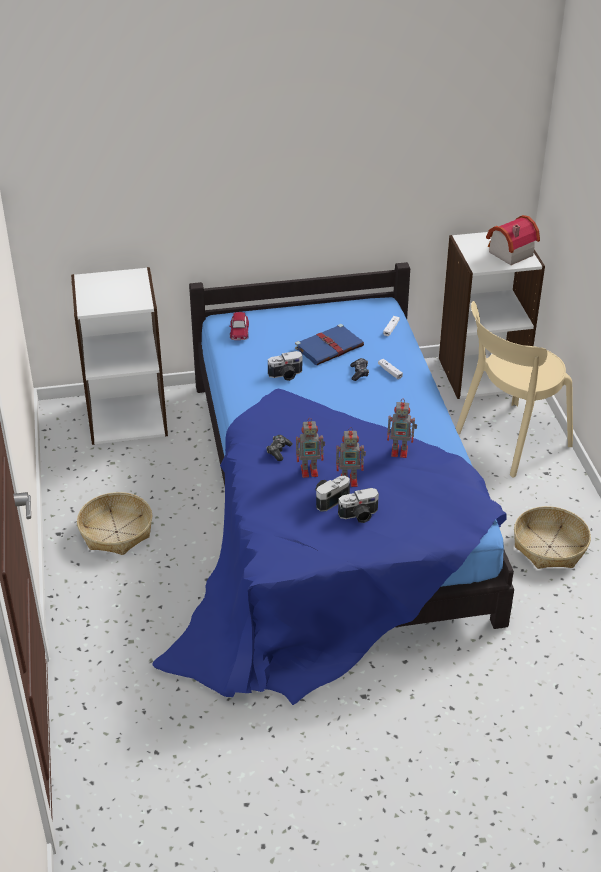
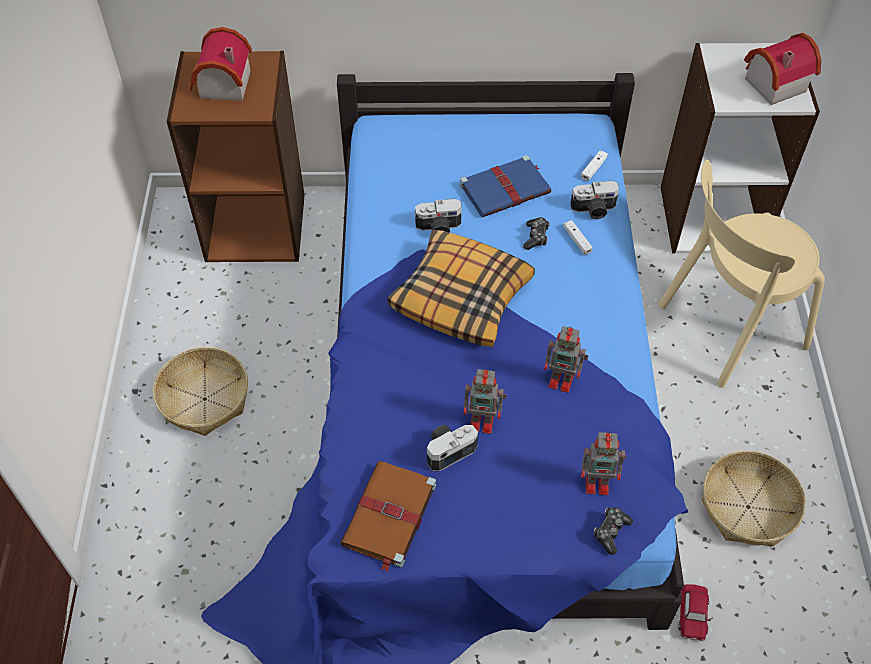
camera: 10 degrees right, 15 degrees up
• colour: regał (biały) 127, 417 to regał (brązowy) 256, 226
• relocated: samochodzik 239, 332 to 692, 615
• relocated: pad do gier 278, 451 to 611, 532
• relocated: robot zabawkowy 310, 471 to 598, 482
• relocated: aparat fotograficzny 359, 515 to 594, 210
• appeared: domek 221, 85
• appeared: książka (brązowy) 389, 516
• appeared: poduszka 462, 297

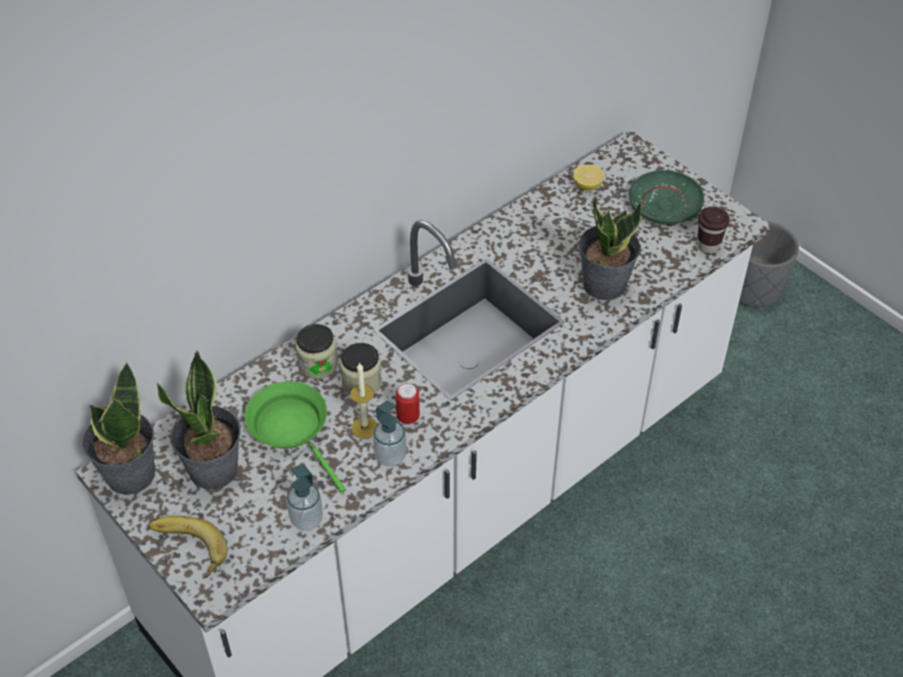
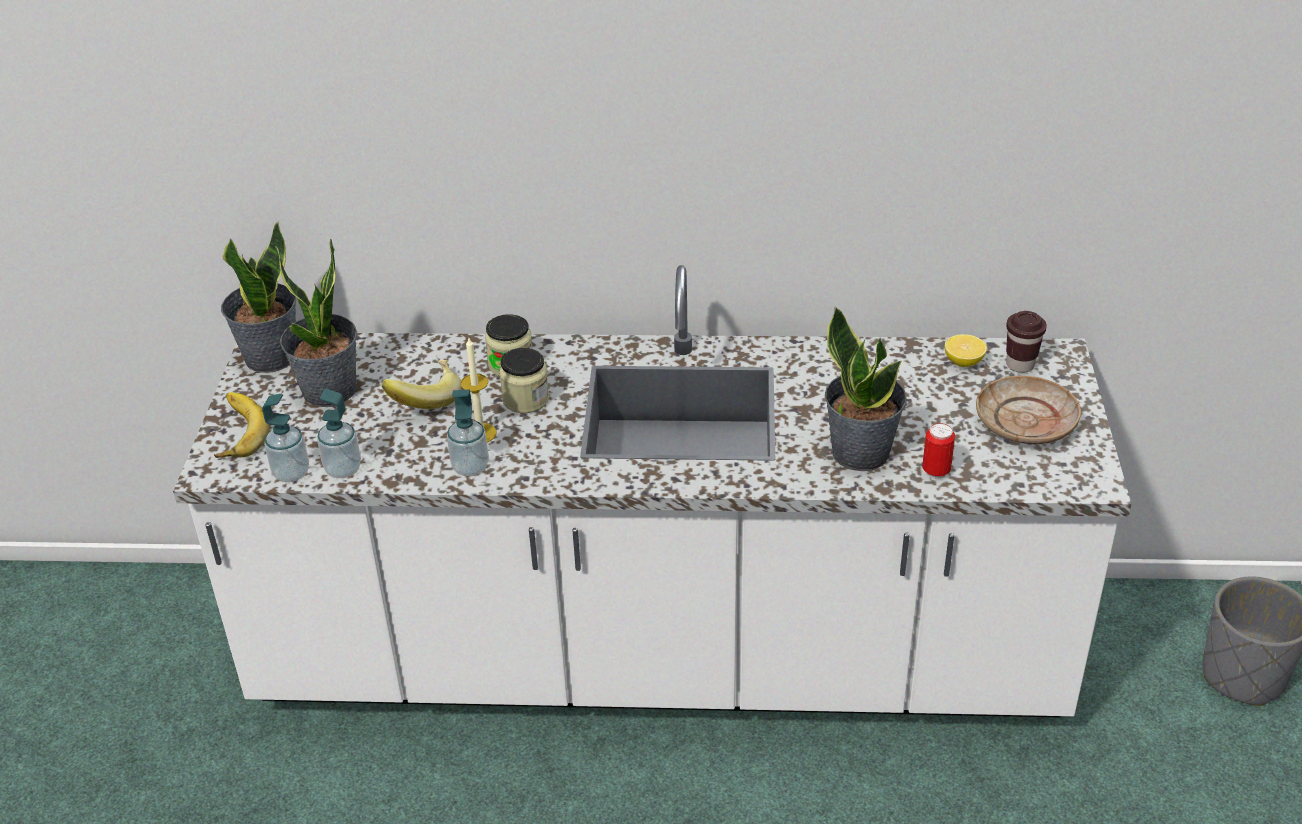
camera: 45 degrees right, 10 degrees down
• exchanged: patelnia (zielony) 292, 429 to banan 424, 399
• relocated: puszka 408, 417 to 936, 471
• colour: talerz (zielony) 665, 206 to talerz (beżowy) 1026, 422
• relocated: filiżanka (brązowy) 708, 246 to 1020, 365
• appeared: dozownik mydła 291, 473

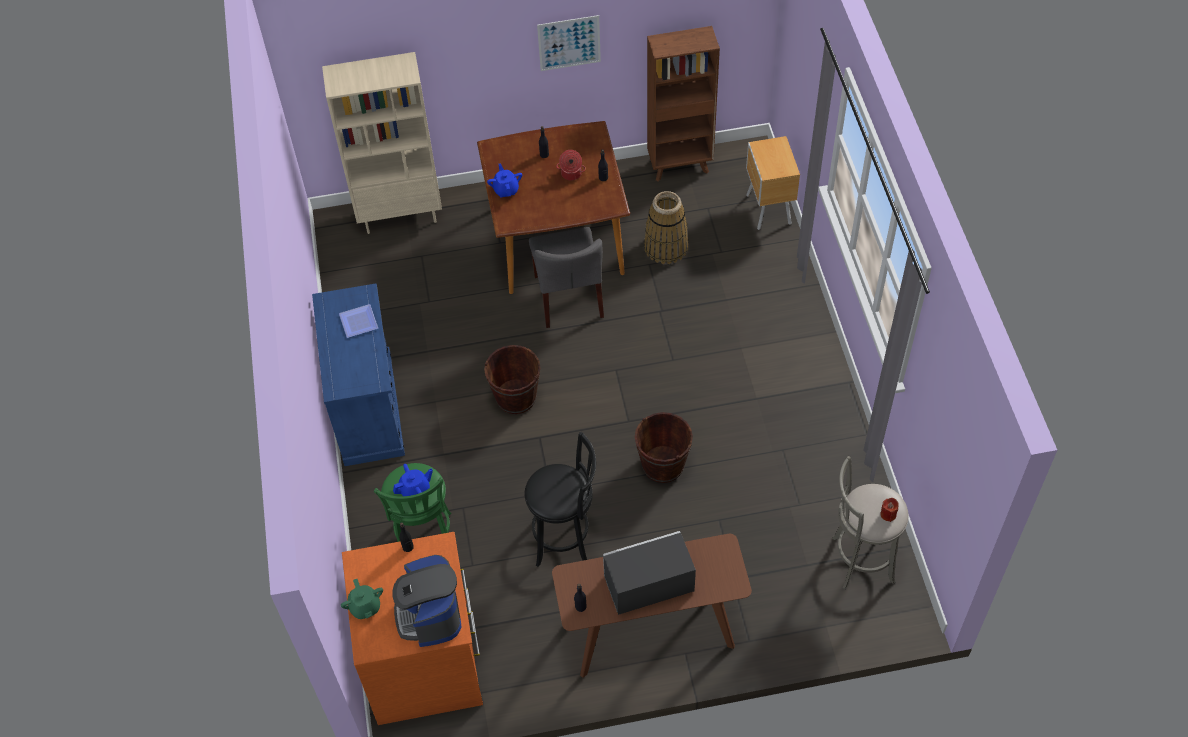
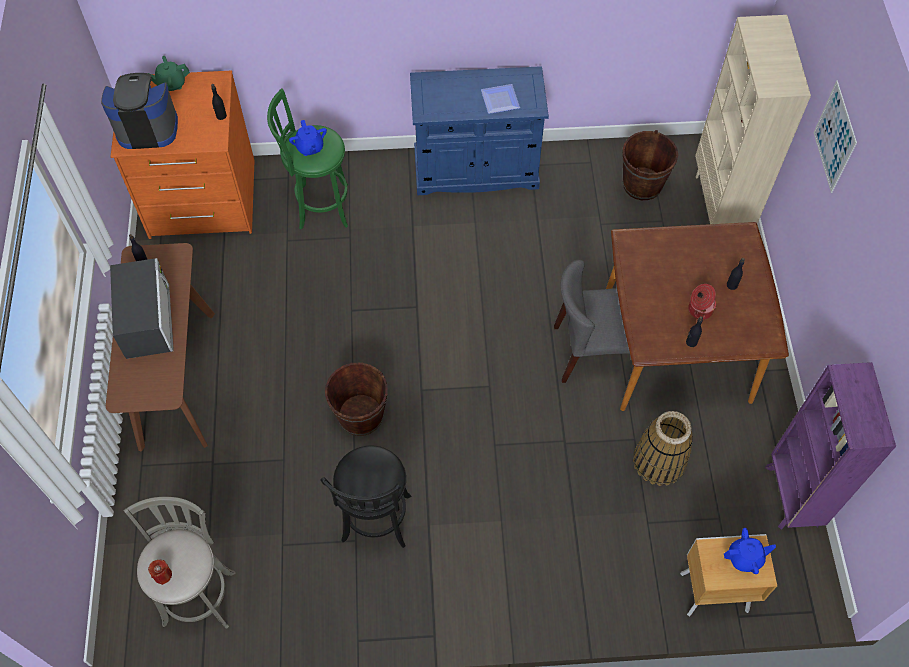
camera: 95 degrees right, 5 degrees up
• relocated: wiadro (brązowy) 516, 397 to 642, 184
• relocated: imbryk (niebieski) 506, 189 to 745, 558
• relocated: stołek (czarny) 565, 539 to 376, 522
• relocated: obraz 569, 43 to 834, 137
• colour: regał (brązowy) 680, 165 to regał (fioletowy) 792, 497

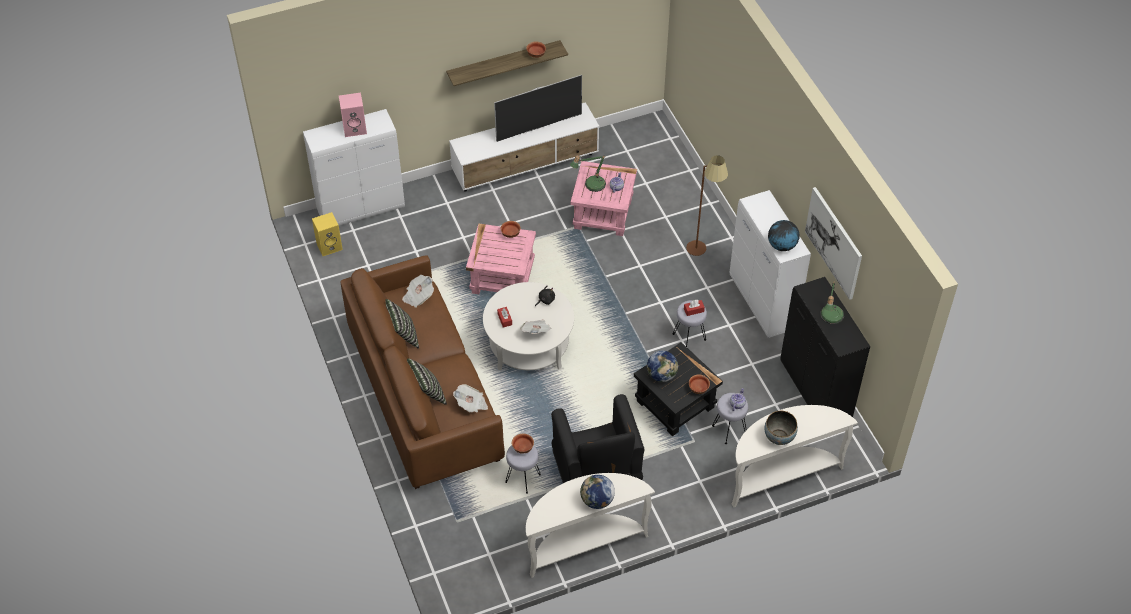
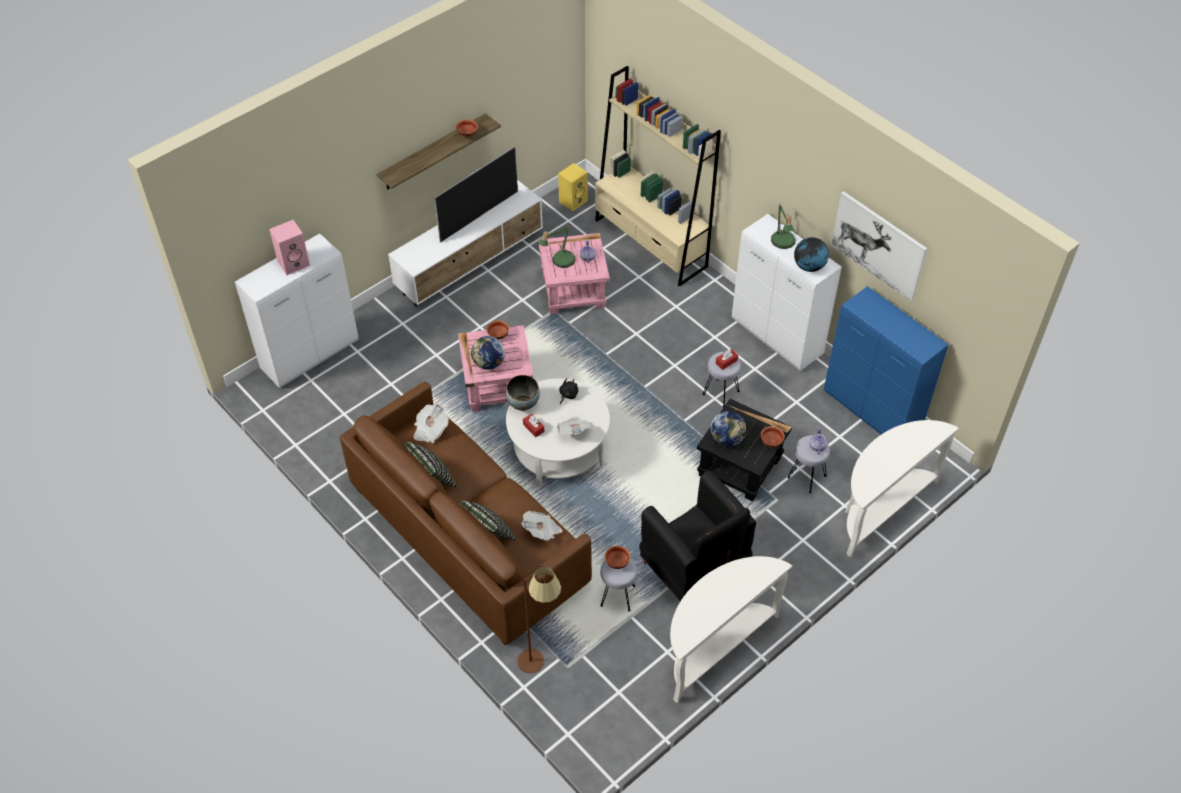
camera: 20 degrees left, 0 degrees up
• relocated: głośnik (żółty) 330, 246 to 573, 200
• relocated: globus 597, 501 to 488, 363
• relocated: lampa stojąca (brązowy) 702, 253 to 541, 666
• relocated: miska 779, 437 to 523, 404
• colour: szafka (czarny) 815, 391 to szafka (niebieski) 872, 411
• relocated: lampa stołowa 830, 318 to 782, 243
• appeared: regał (beżowy) 651, 243

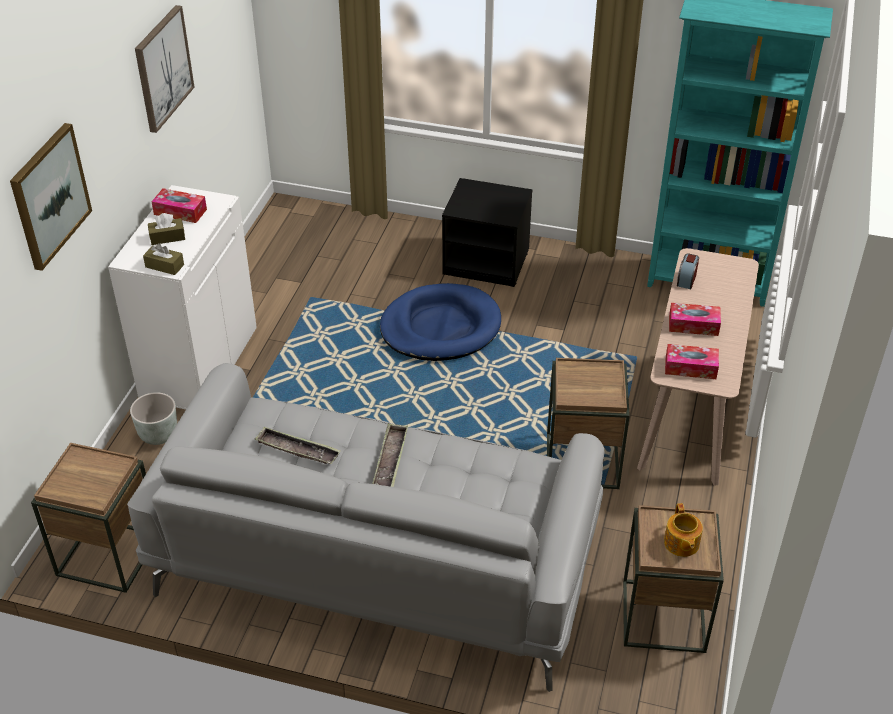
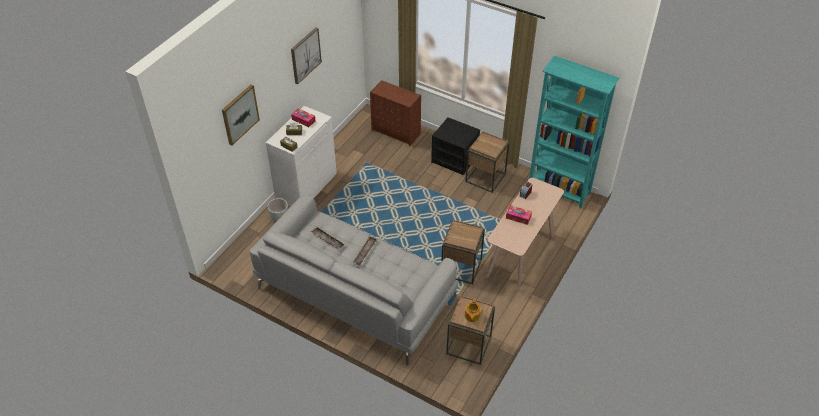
camera: 15 degrees right, 5 degrees up
• relocated: stolik (brązowy) 108, 554 to 485, 178
• missing: legowisko (niebieski) 440, 327
• missing: pudełko chusteczek 690, 367
• appeared: komoda (brązowy) 396, 132

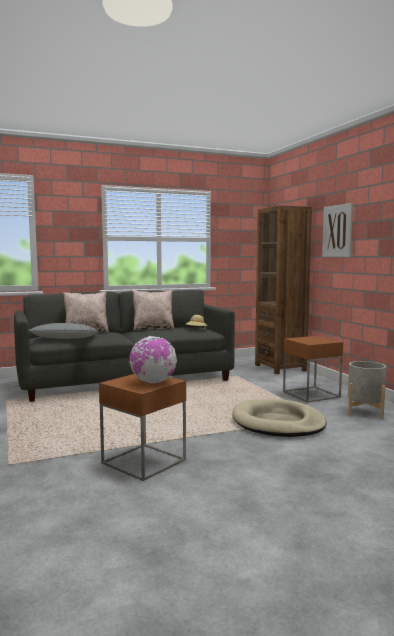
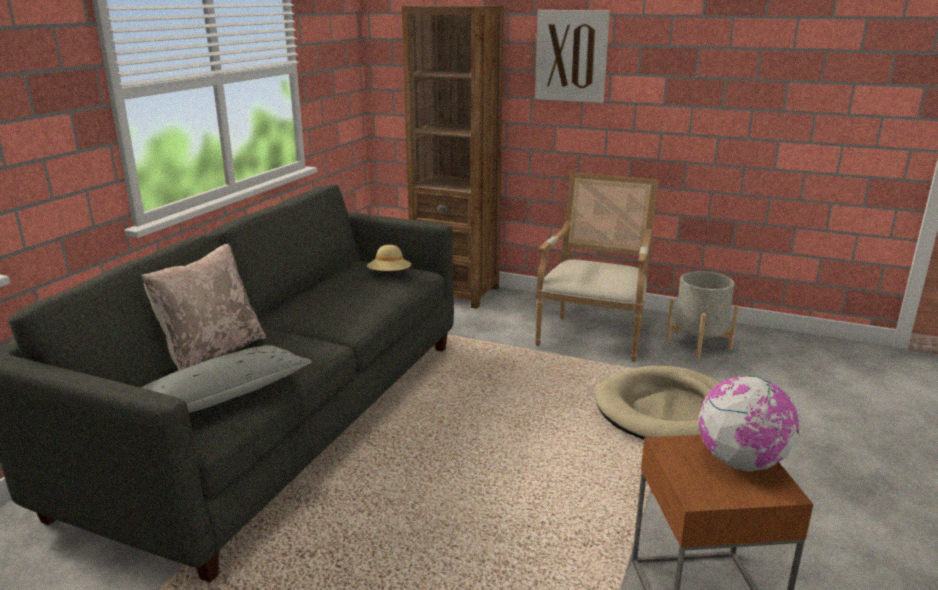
camera: 45 degrees left, 15 degrees up
• missing: poduszka (beżowy) 153, 329
• exchanged: stolik (brązowy) 311, 394 to fotel 593, 335

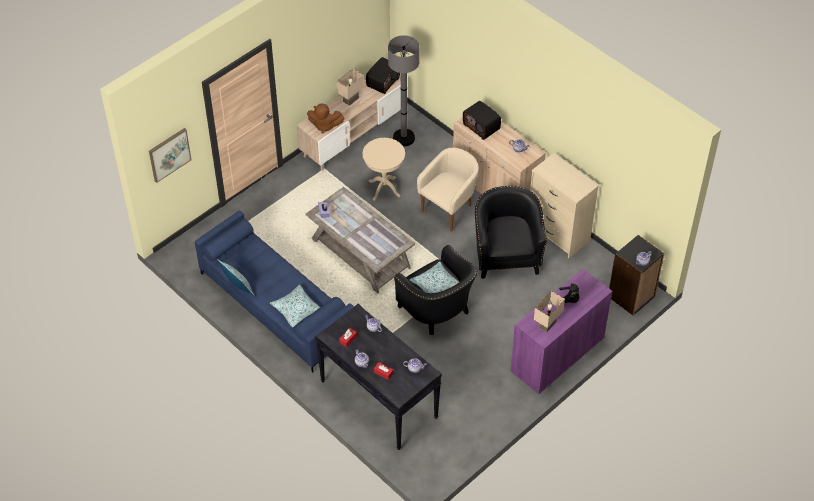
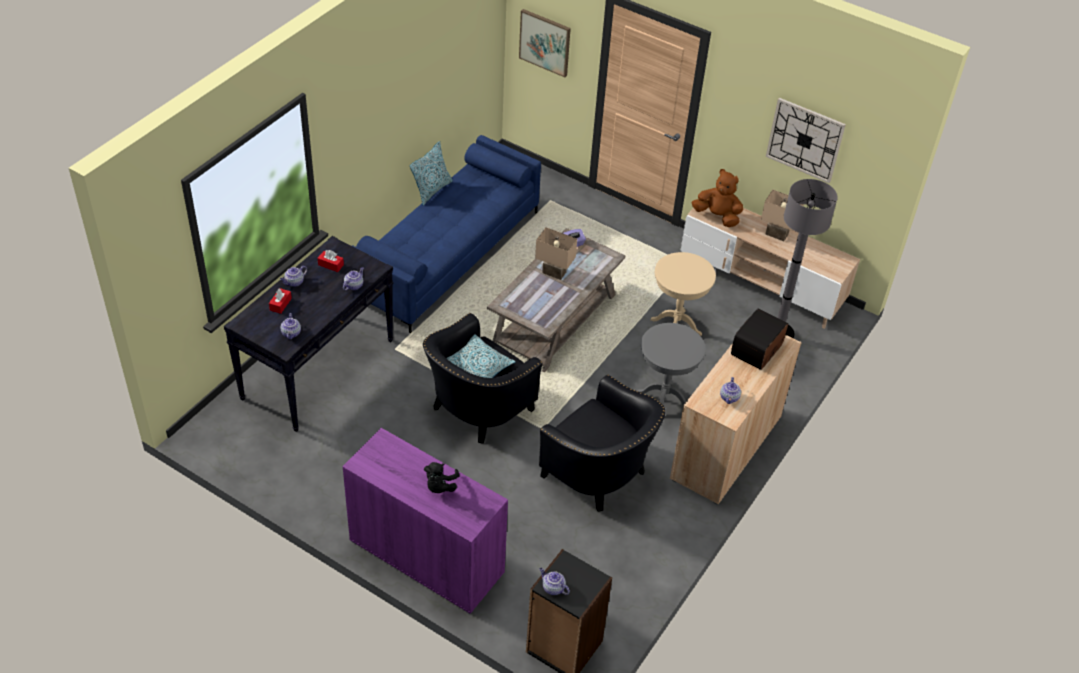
camera: 75 degrees right, 5 degrees down
• missing: poduszka 296, 309
• spun: pluszak (brązowy) 324, 125 = 717, 216 120 degrees clockwise
• missing: radio 382, 82
• exchanged: fotel (beżowy) 449, 209 to stolik (szary) 663, 400
• spun: fotel (czarny) 506, 255 = 600, 475 60 degrees clockwise
• missing: komoda (beżowy) 557, 234
• relocated: lampa stołowa (beżowy) 546, 324 to 555, 272
• appeared: zegar ścienny 805, 140

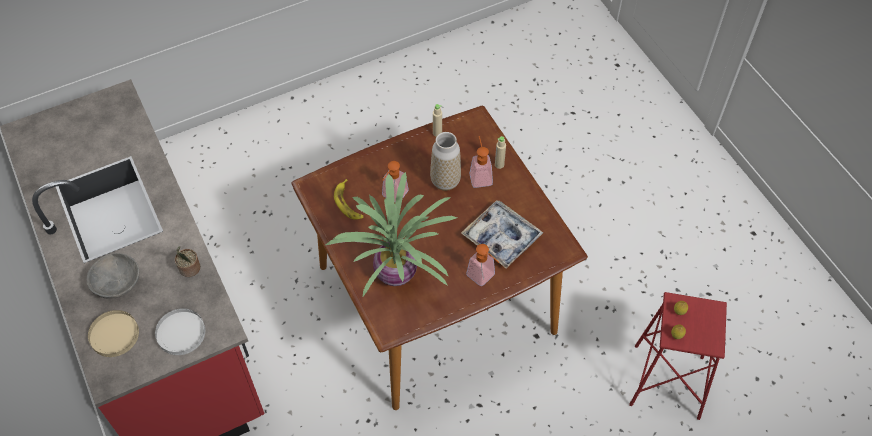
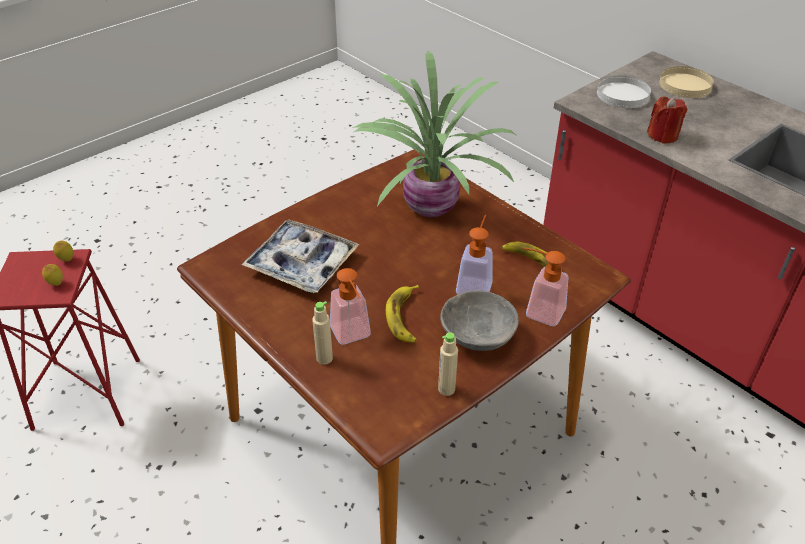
camera: 165 degrees right, 15 degrees down
• relocated: miska (szary) 118, 284 to 476, 336
• exchanged: roślina doniczkowa 189, 269 to świeca (czerwony) 662, 135
• exchanged: wazon 445, 181 to banan 405, 317
• relocated: dozownik mydła 484, 277 to 538, 310

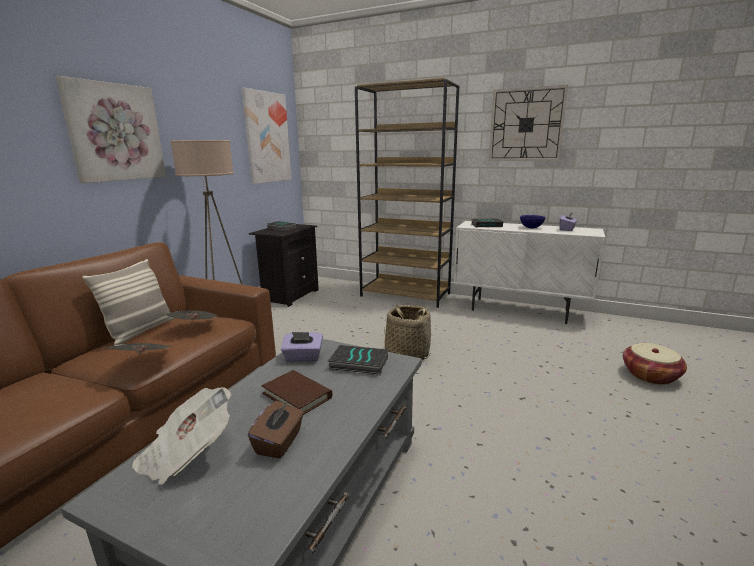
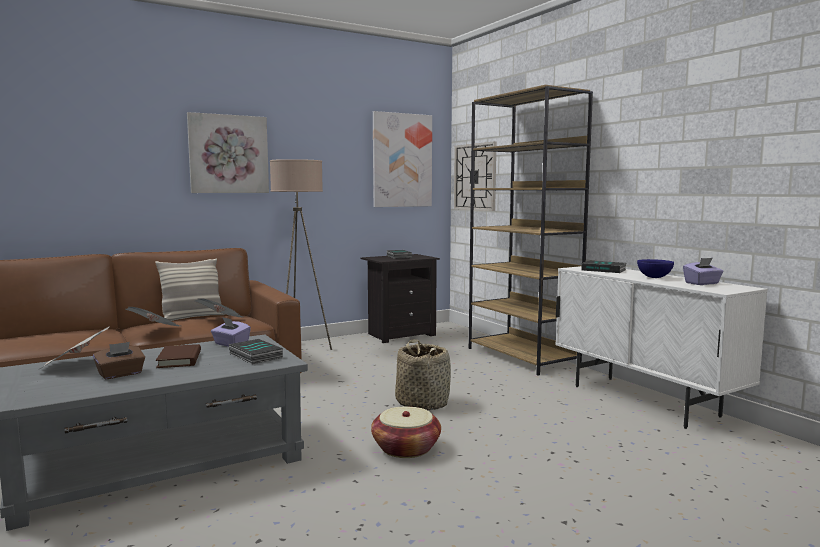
camera: 35 degrees right, 10 degrees down
• relocated: zegar ścienny 526, 125 to 475, 177
• relocated: koszyk 650, 375 to 406, 448

